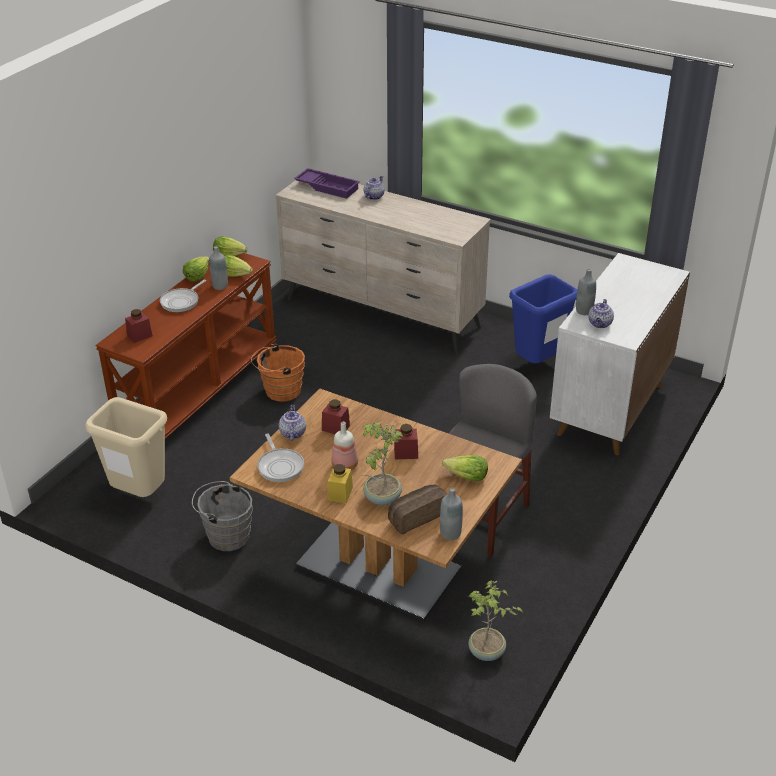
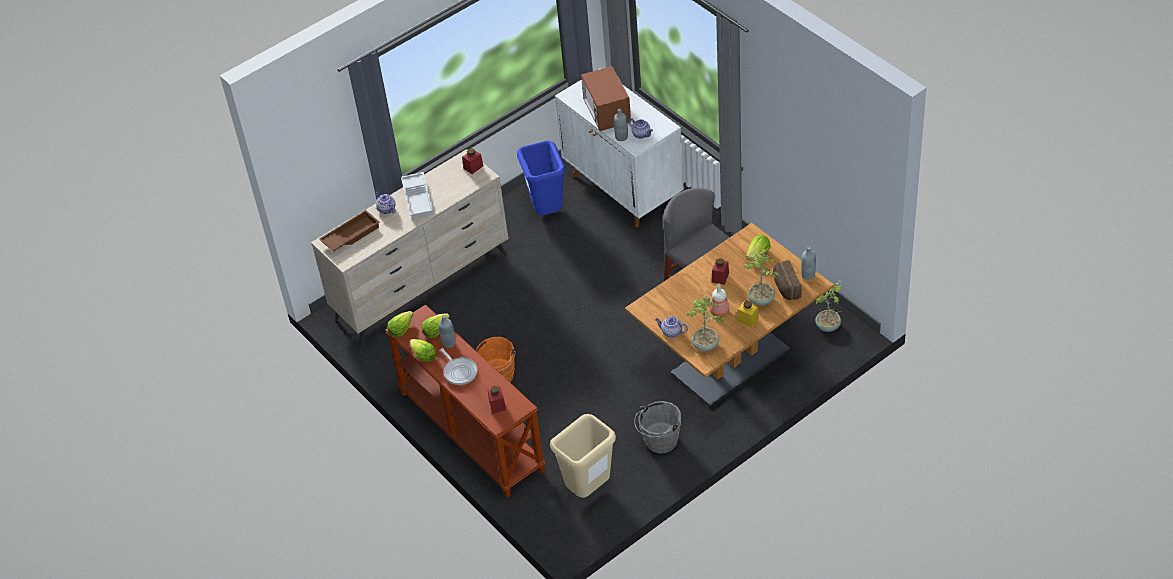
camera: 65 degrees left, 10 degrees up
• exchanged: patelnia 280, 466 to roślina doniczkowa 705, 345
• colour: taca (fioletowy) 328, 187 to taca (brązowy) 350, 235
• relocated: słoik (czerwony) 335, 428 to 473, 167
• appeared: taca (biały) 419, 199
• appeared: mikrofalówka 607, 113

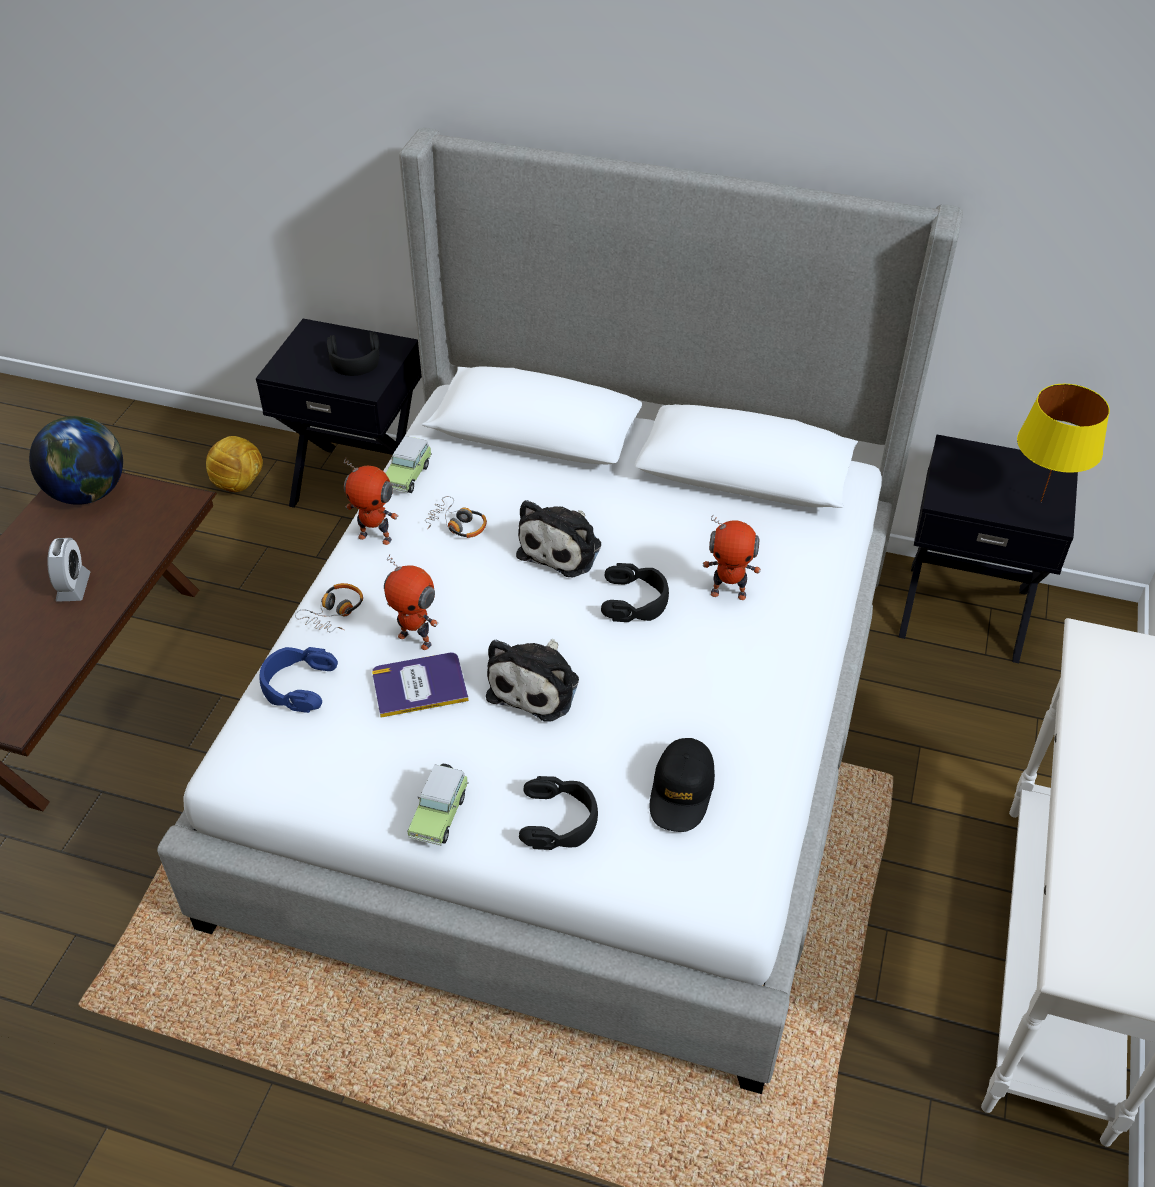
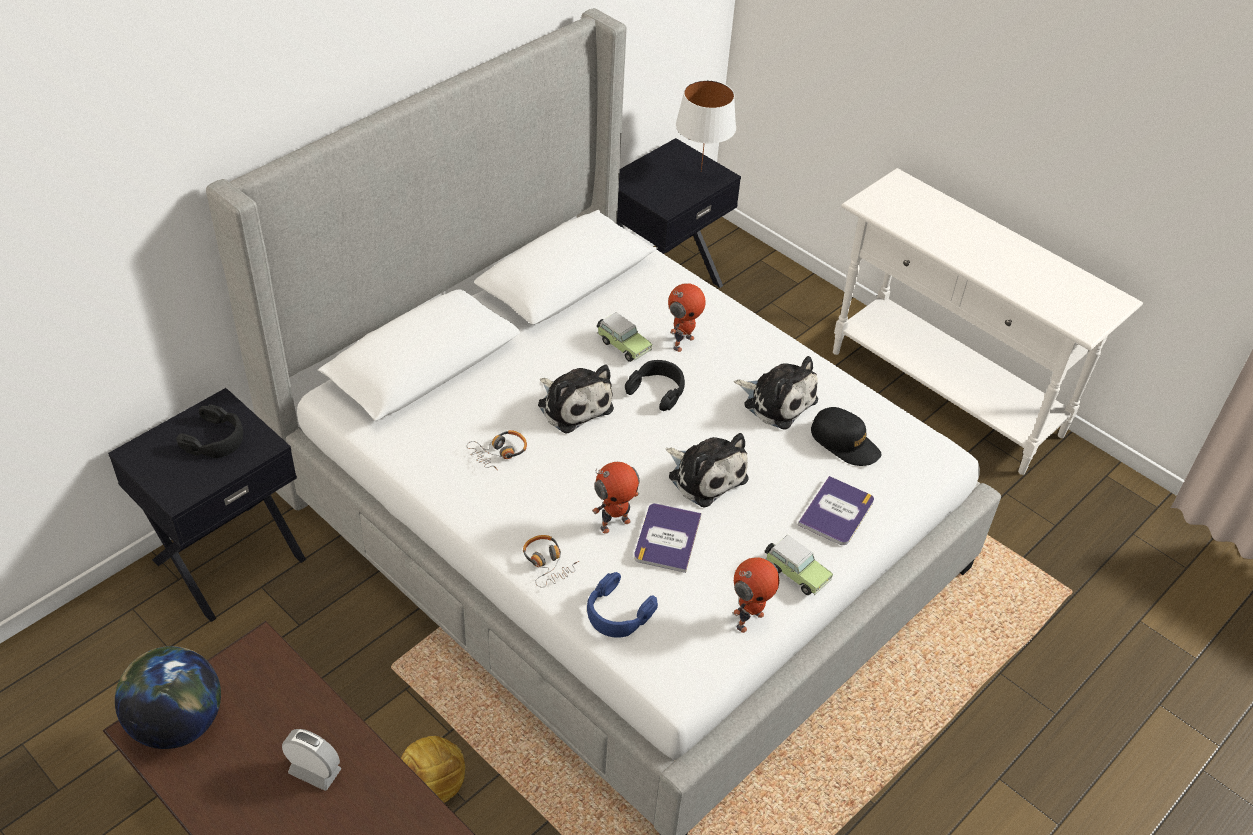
camera: 65 degrees left, 0 degrees up
• relocated: piłka futbolowa 239, 484 to 433, 786
• relocated: robot zabawkowy 376, 537 to 748, 619
• relocated: samochodzik 408, 475 to 622, 345
• exchanged: słuchawki (czarny) 559, 820 to książka 836, 512
• colour: lampa stołowa (żółty) 1039, 501 to lampa stołowa (biały) 700, 172
• appeared: pluszak 777, 401

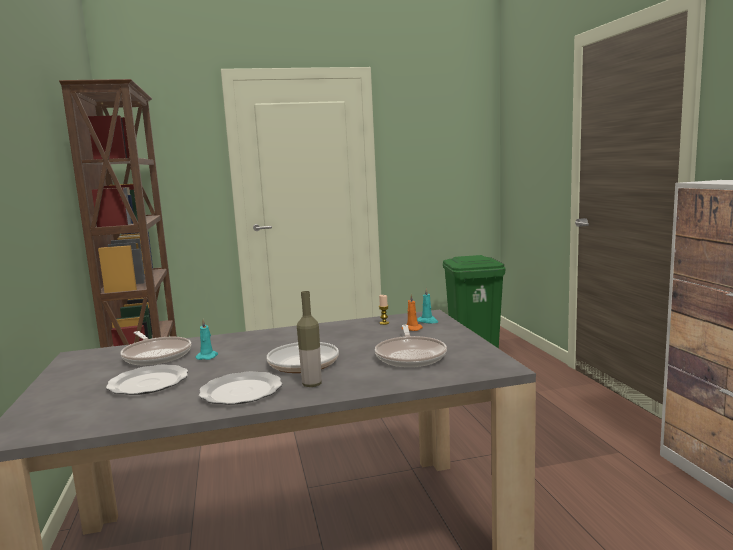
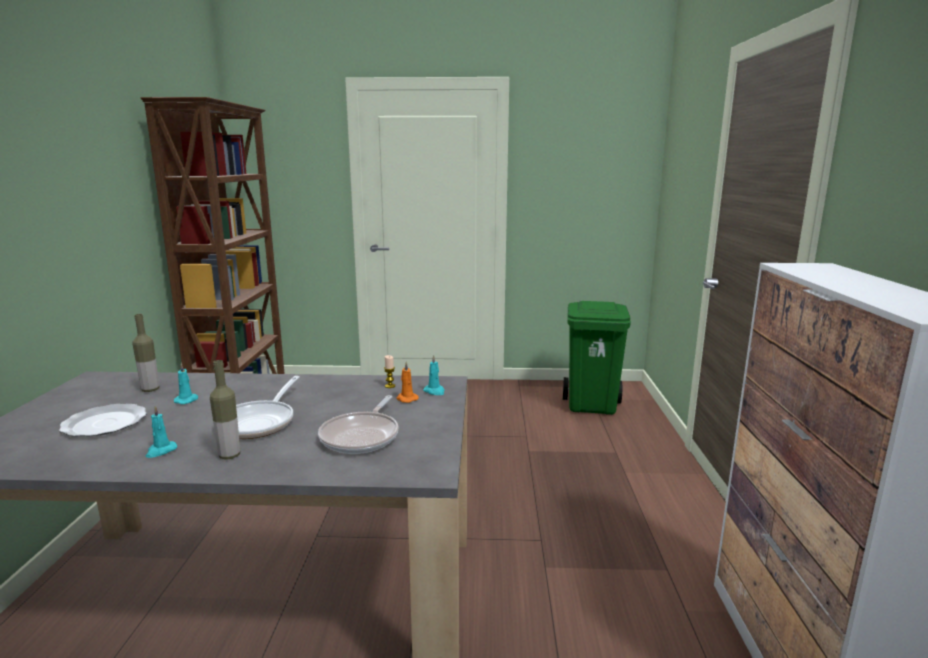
camera: 15 degrees right, 5 degrees up
• exchanged: patelnia 156, 355 to butelka 150, 390
• exchanged: talerz 240, 392 to świeca (turkusowy) 161, 451

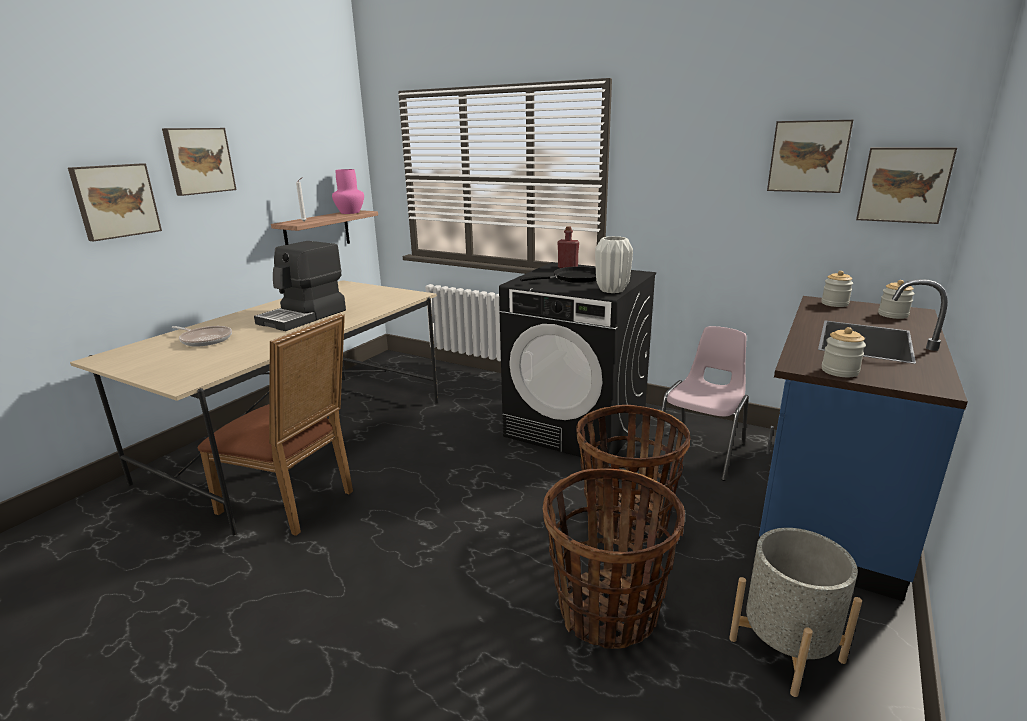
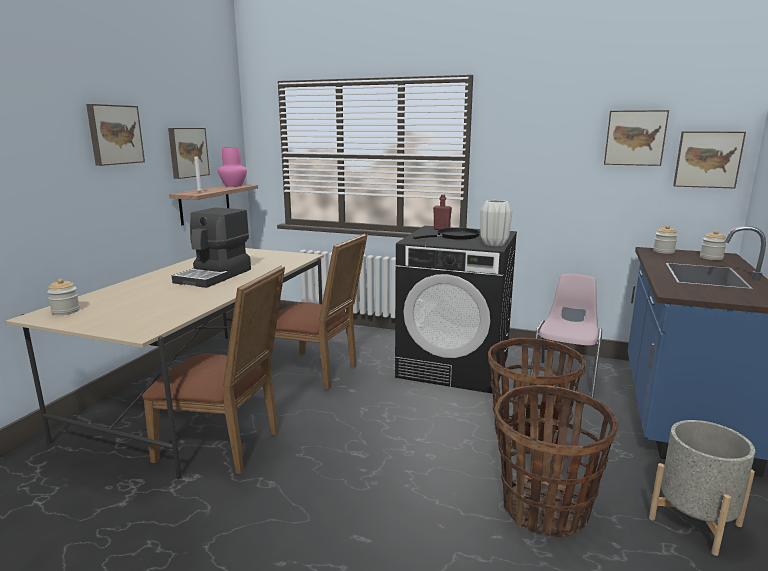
camera: 10 degrees left, 5 degrees down
• relocated: obraz 115, 201 to 187, 152
• missing: patelnia 205, 339
• relocated: słoik 839, 371 to 66, 311
• appeared: krzesło (brązowy) 316, 372

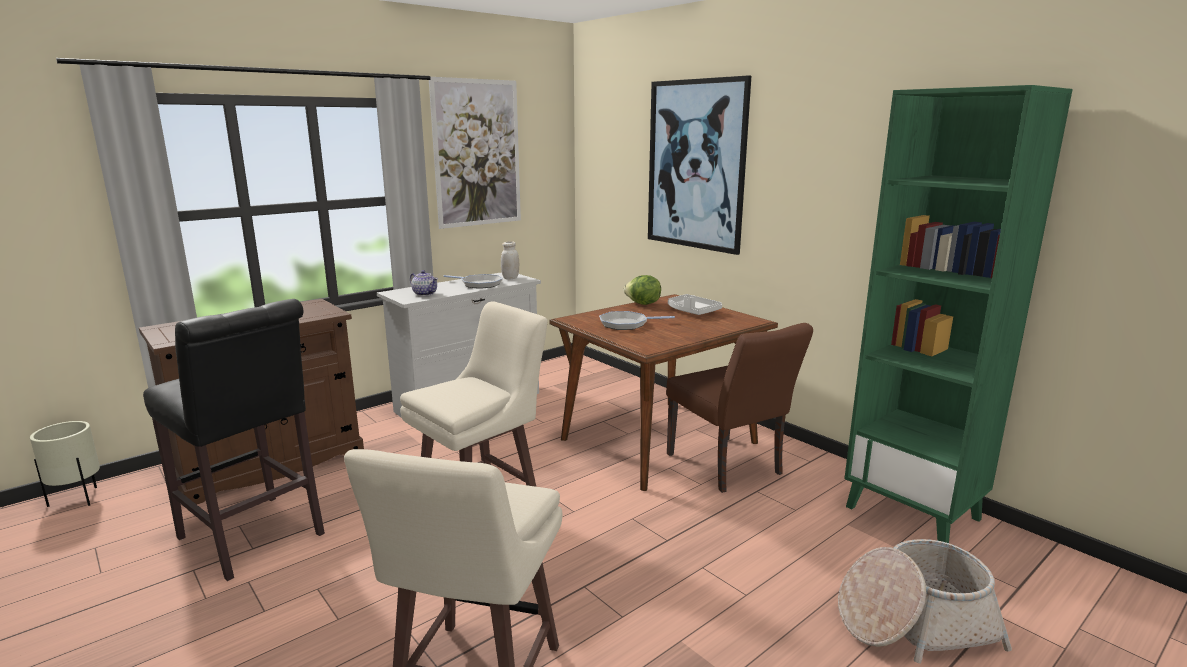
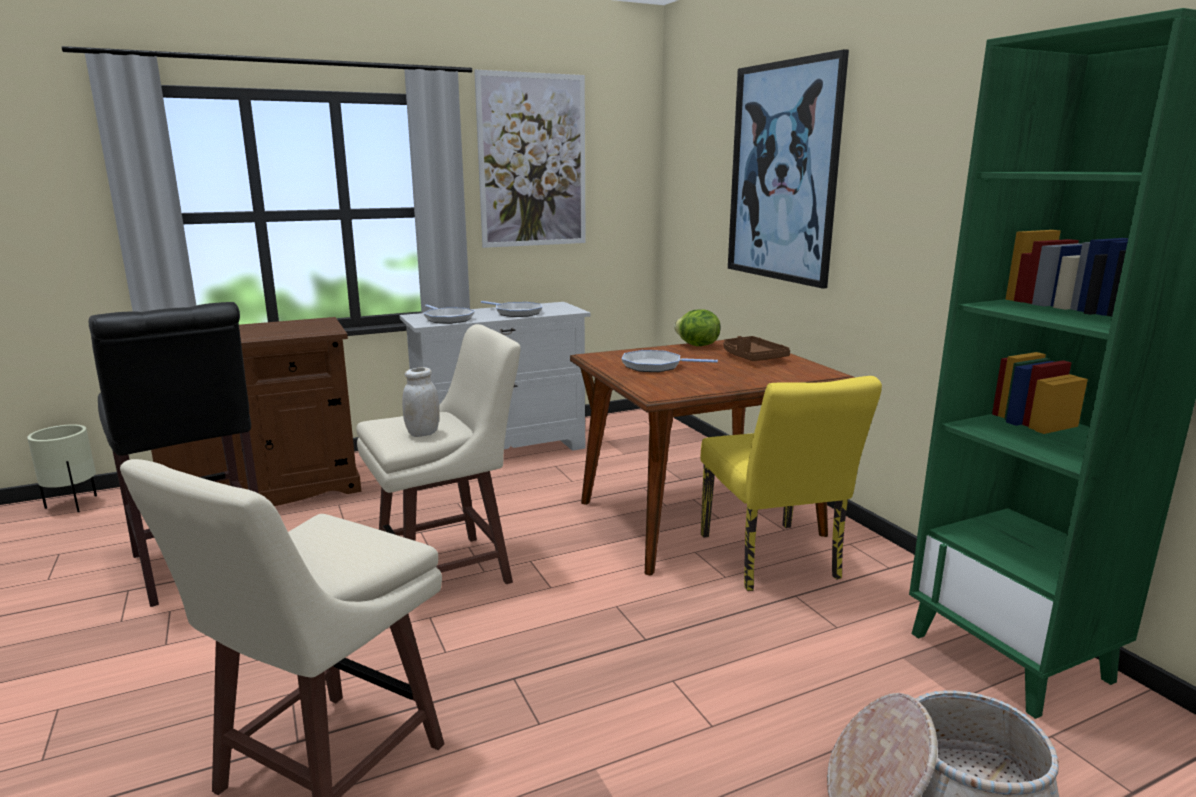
camera: 15 degrees right, 0 degrees up
• exchanged: imbryk 425, 293 to patelnia 447, 319
• relocated: słoik (biały) 510, 278 to 423, 433
• colour: krzesło (brązowy) 729, 468 to krzesło (żółty) 773, 561
• colour: taca (szary) 692, 311 to taca (brązowy) 752, 358

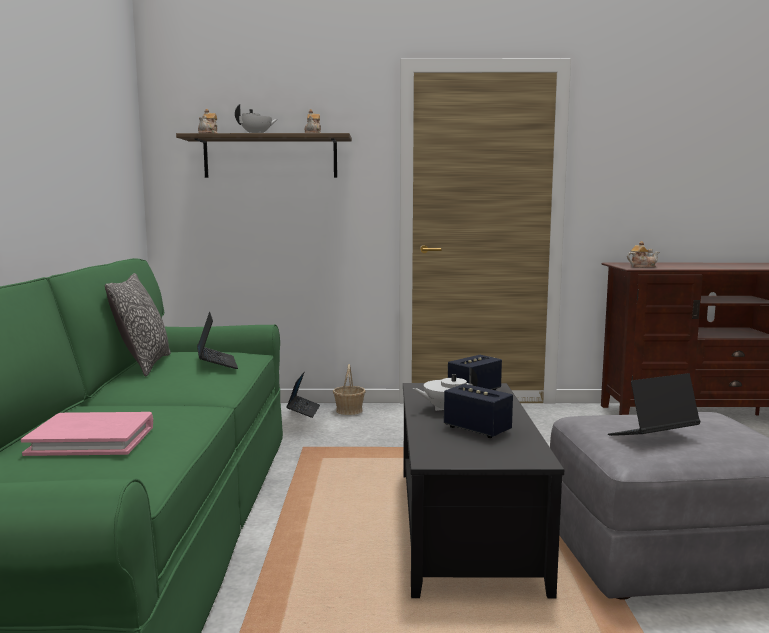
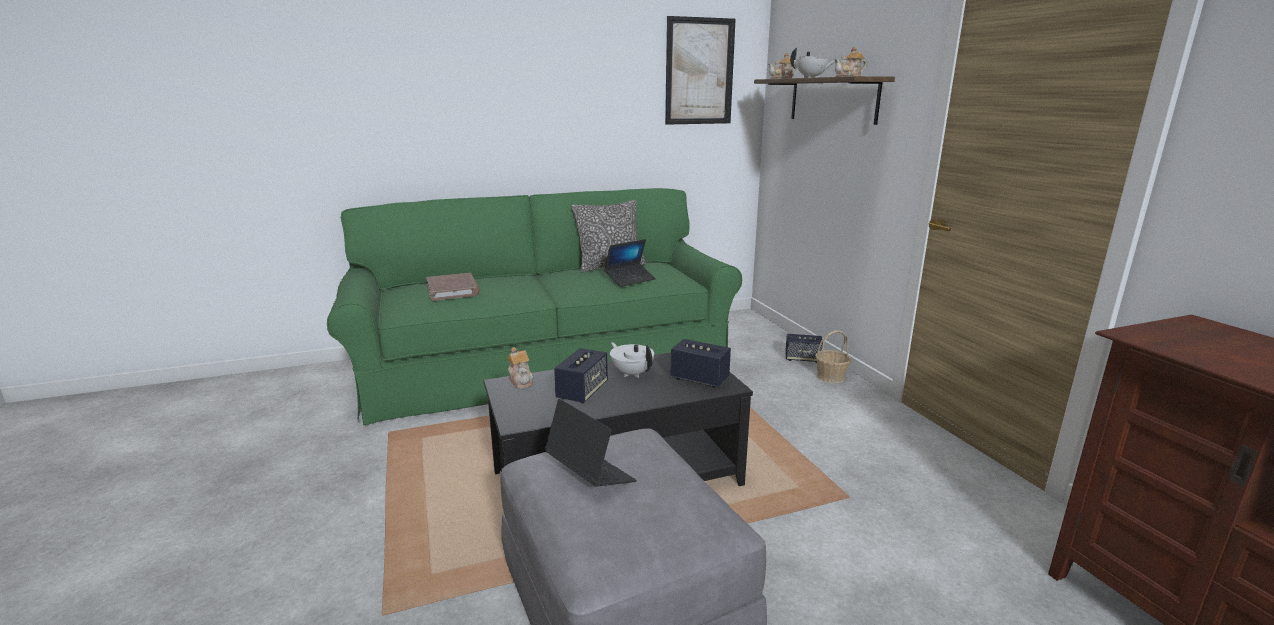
camera: 70 degrees right, 10 degrees up
• colour: książka (różowy) 92, 439 to książka (brązowy) 453, 290
• exchanged: laptop 303, 411 to głośnik 802, 359
• relocated: imbryk 642, 267 to 521, 381
• appeared: obraz 699, 72

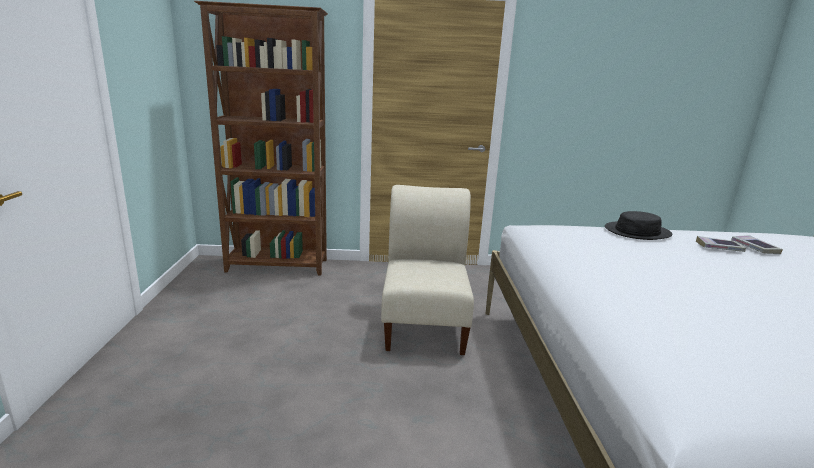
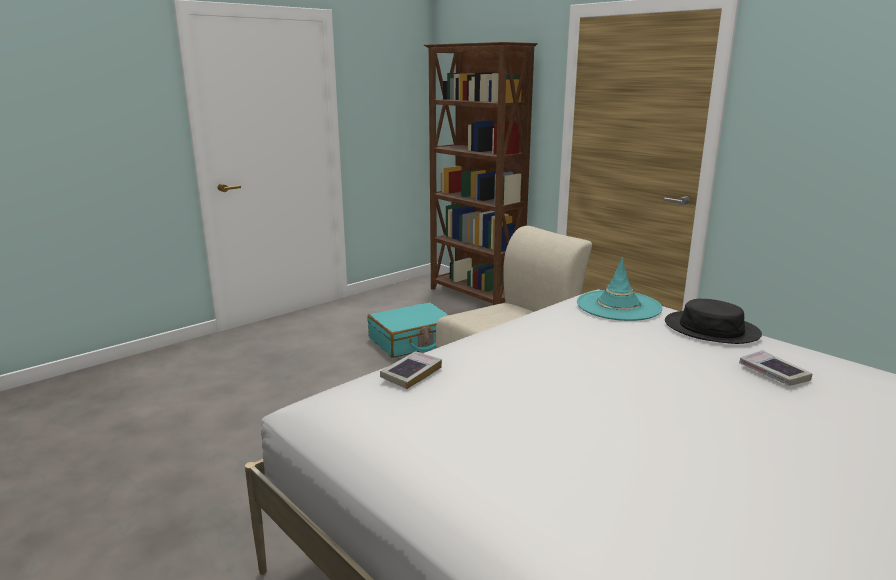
camera: 50 degrees right, 0 degrees up
• relocated: książka 754, 248 to 411, 373
• appeared: walizka (turkusowy) 412, 341
• appeared: kapelusz (turkusowy) 618, 306

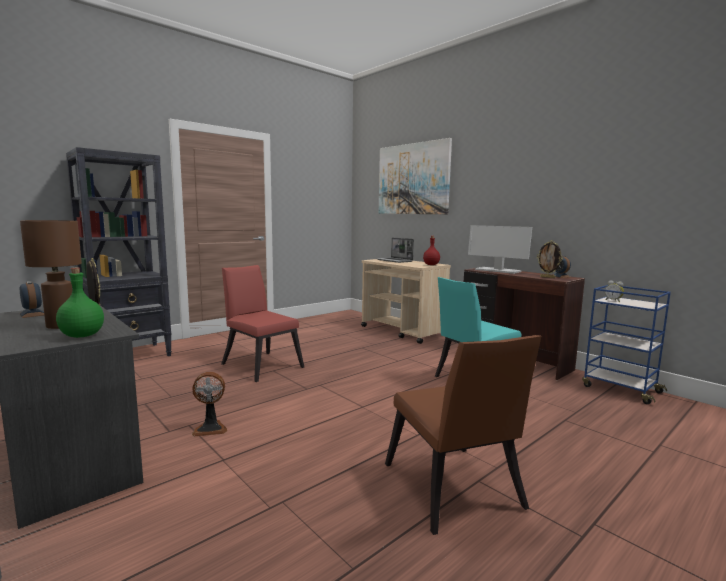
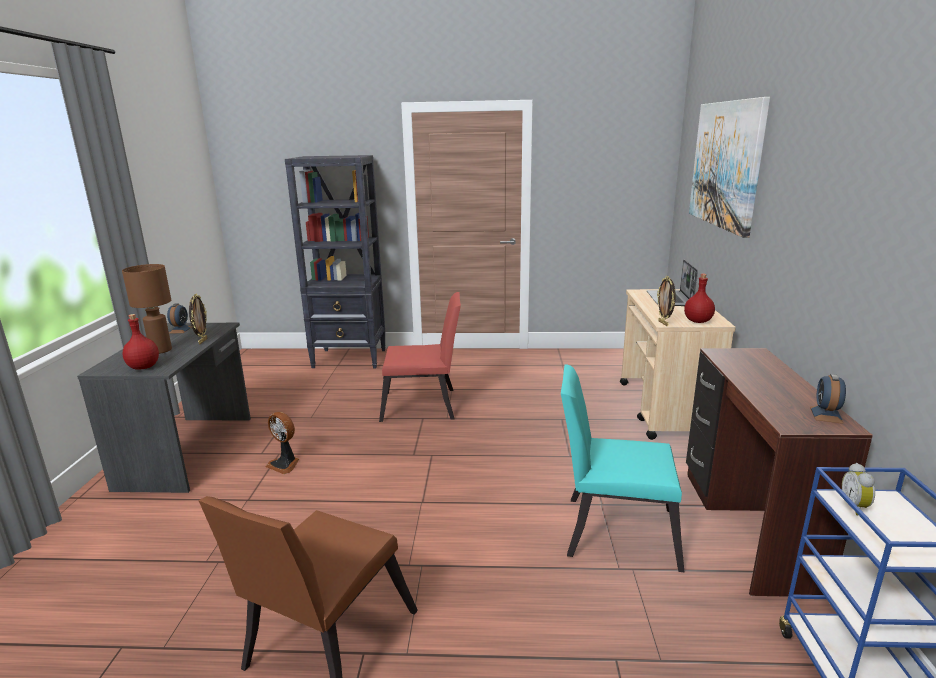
camera: 45 degrees right, 10 degrees up
• colour: butelka (zielony) 81, 336 to butelka (czerwony) 143, 367
• spun: krzesło (czerwony) 260, 364 = 424, 406 90 degrees clockwise
• missing: monitor 497, 270
• relocated: ramka na zdjęcie 547, 277 to 663, 323

